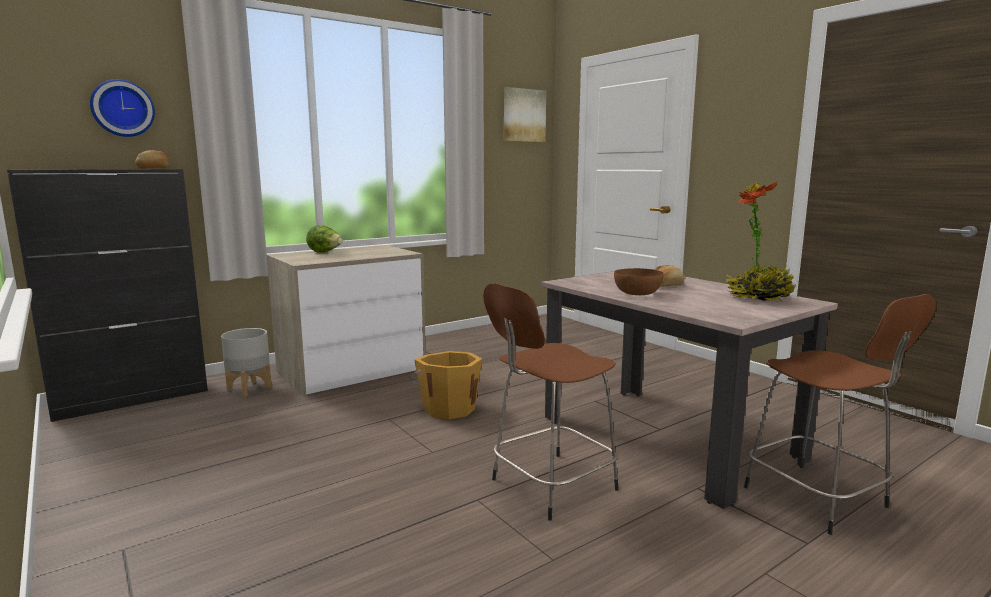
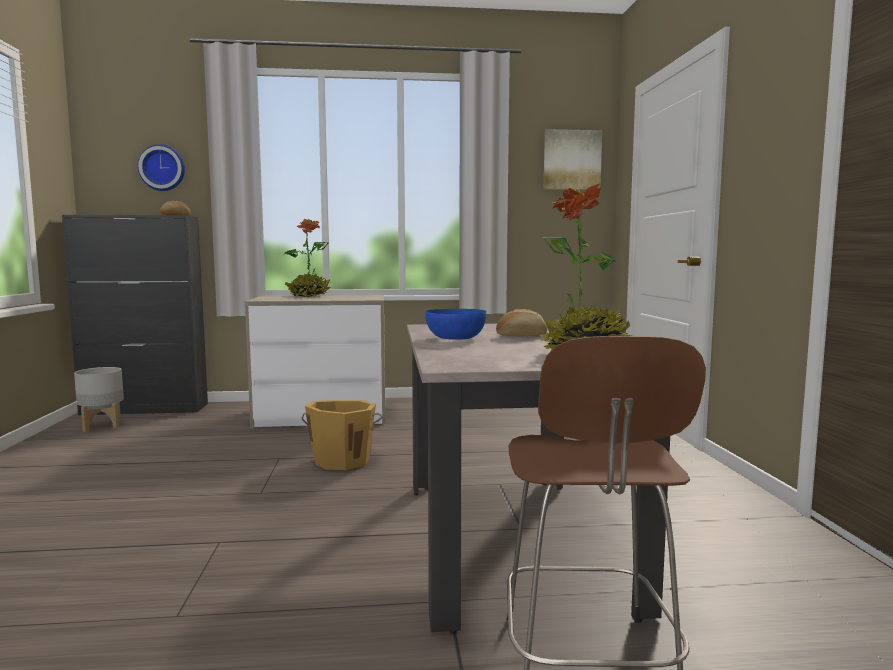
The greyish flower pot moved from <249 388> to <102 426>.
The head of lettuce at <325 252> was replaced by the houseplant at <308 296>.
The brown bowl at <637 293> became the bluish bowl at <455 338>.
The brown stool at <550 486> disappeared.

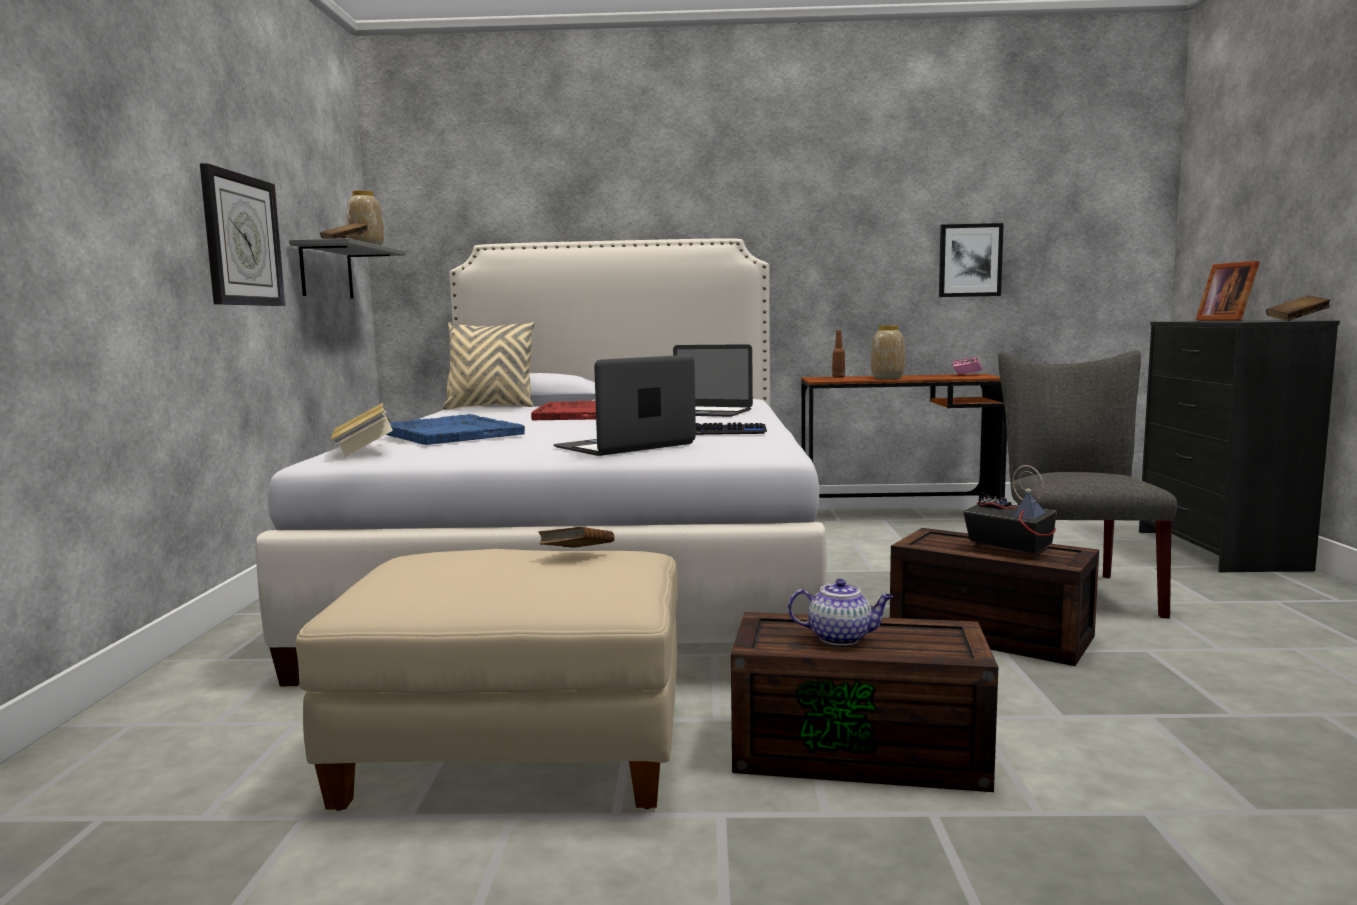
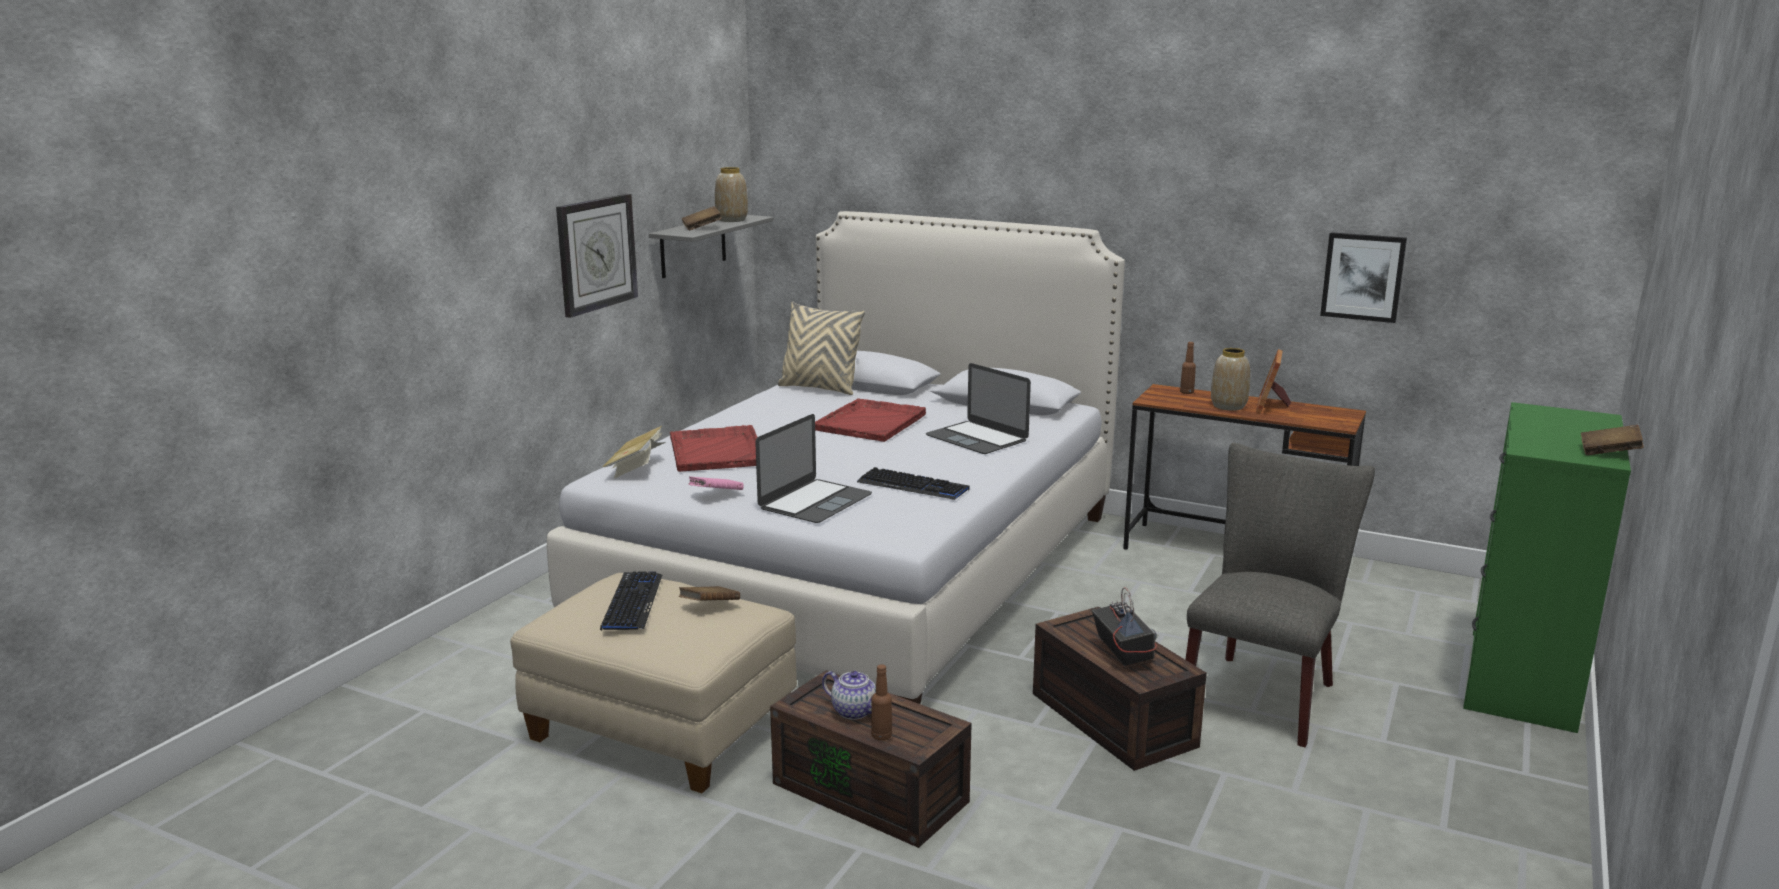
The keyboard at <632 602> appeared.
The bluish serving tray at <449 433> became the red-coloured serving tray at <717 451>.
The pinkish volume moved from <966 375> to <716 495>.
The notebook computer at <624 446> turned 135 degrees clockwise.
The brown beverage bottle at <881 736> appeared.
The standing frame moved from <1227 320> to <1271 407>.
The blackish dresser at <1217 550> became the green dresser at <1519 679>.

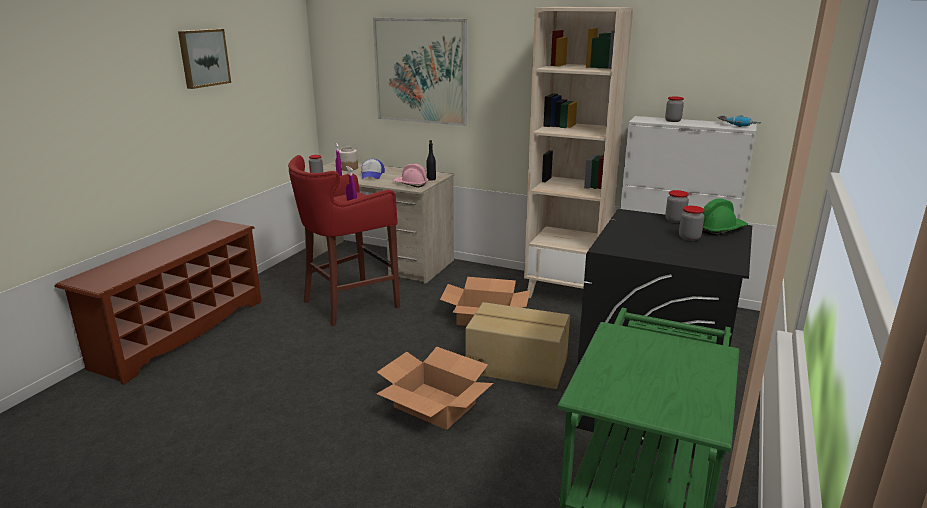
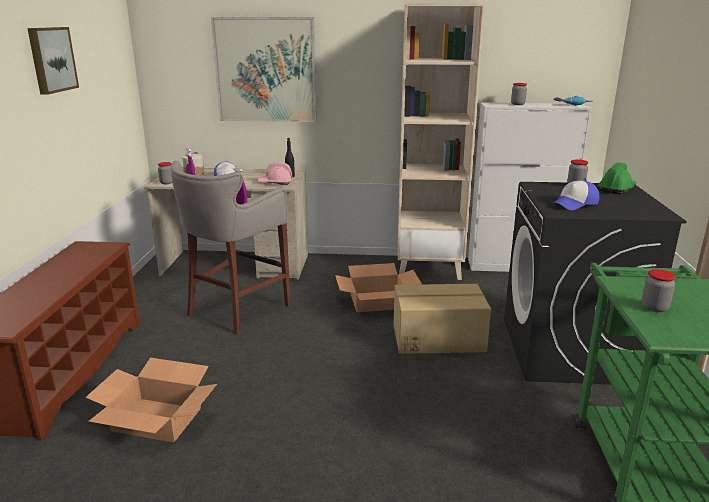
The packing box moved from <434 405> to <157 419>.
The red-coloured stool at <348 304> became the greyish stool at <236 311>.
The cap at <574 204> appeared.
The preserve jar moved from <689 238> to <654 307>.

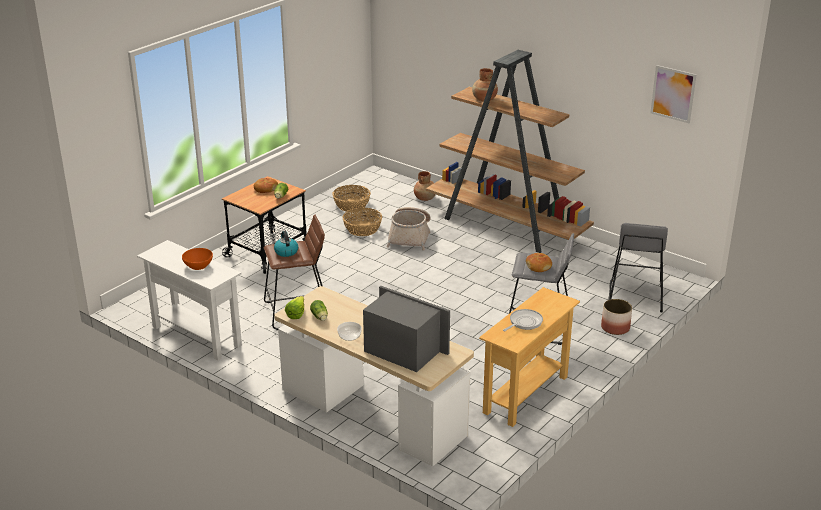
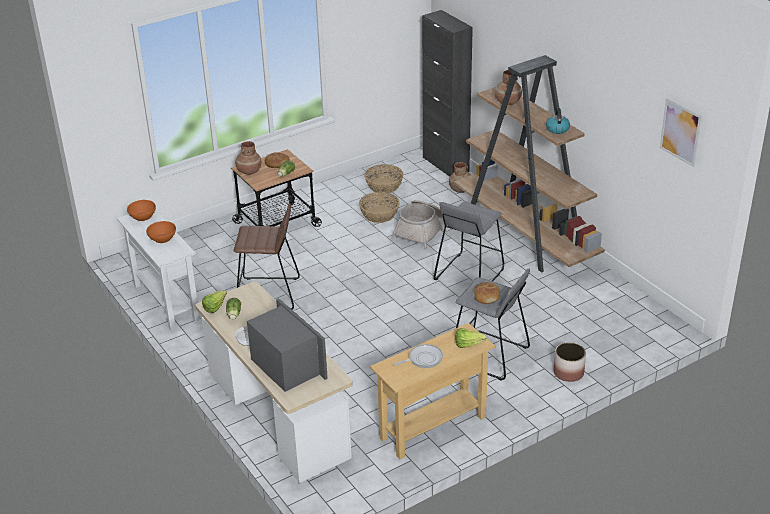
The orangey bowl at <143 216> appeared.
The brown decorative vase at <249 171> appeared.
The blackish cabinet at <445 164> appeared.
The greyish stool moved from <635 296> to <469 274>.
The head of lettuce at <470 345> appeared.
The tea kettle moved from <286 252> to <557 129>.

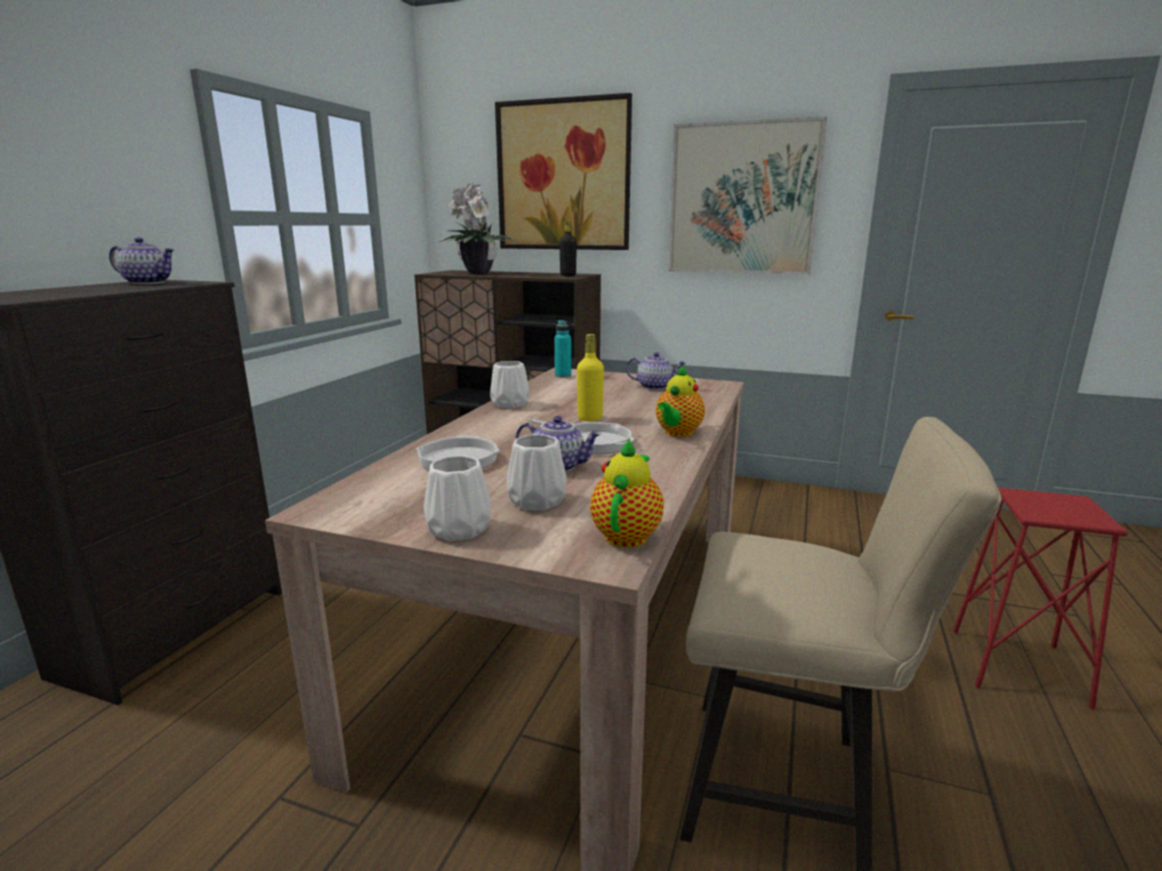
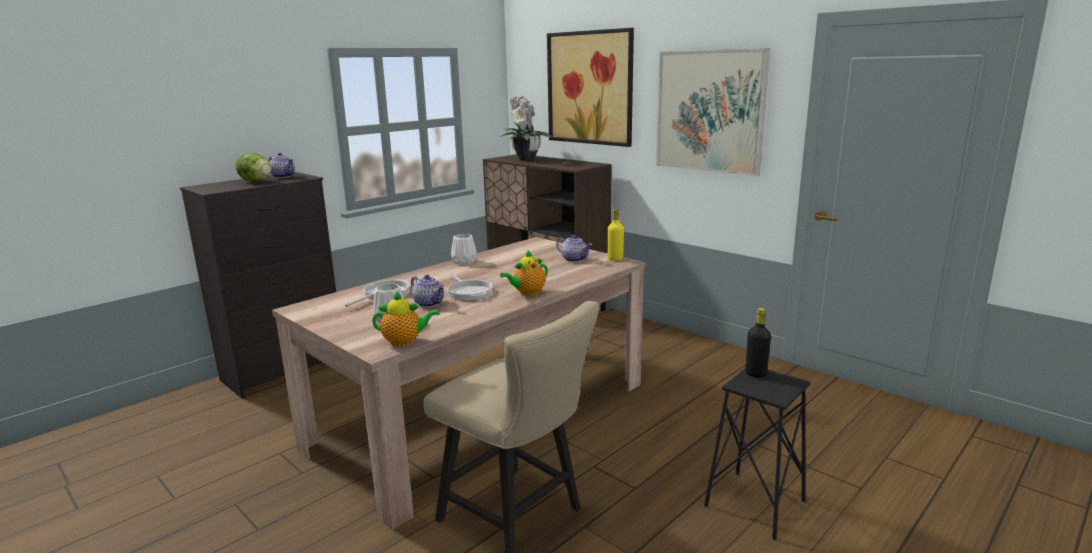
The head of lettuce at <256 181> appeared.
The tea pot at <627 534> turned 45 degrees clockwise.
The yellow-coloured beverage bottle moved from <590 418> to <615 259>.
The red-coloured stool at <1017 667> became the blackish stool at <754 504>.
The blackish beverage bottle moved from <568 275> to <755 373>.
The whitish decorative vase at <457 530> disappeared.
The blue-green beverage bottle at <563 376> disappeared.

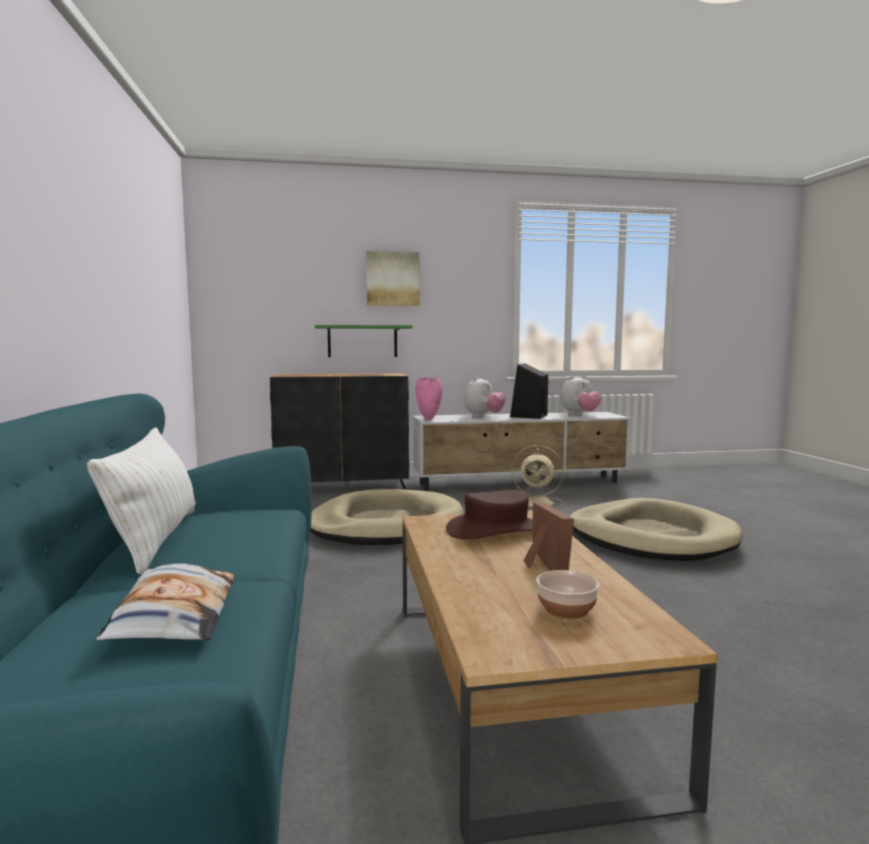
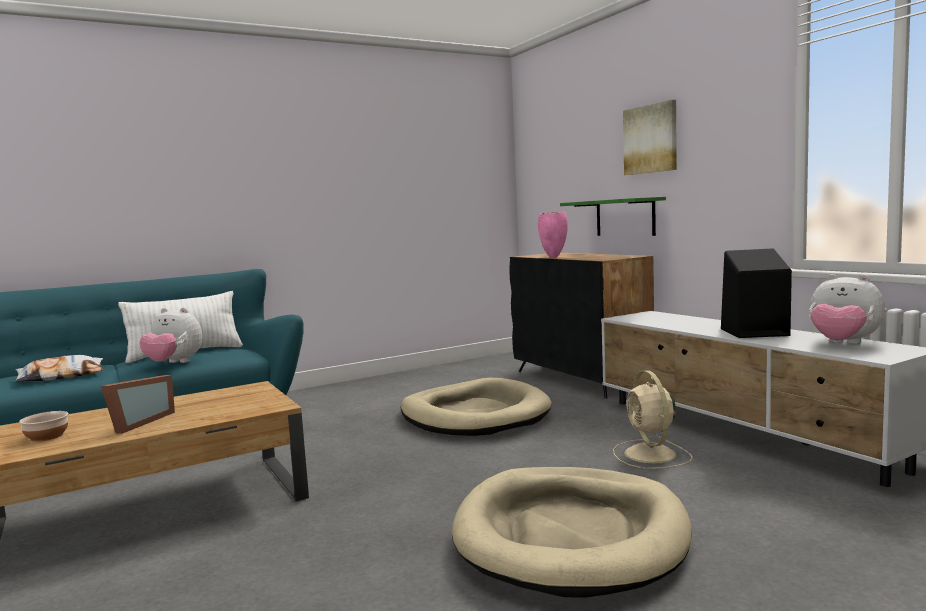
The standing frame at <541 565> turned 45 degrees counterclockwise.
The plush toy moved from <483 416> to <174 363>.
The pinkish decorative vase moved from <429 419> to <553 257>.
The brown wearable hat at <495 529> disappeared.

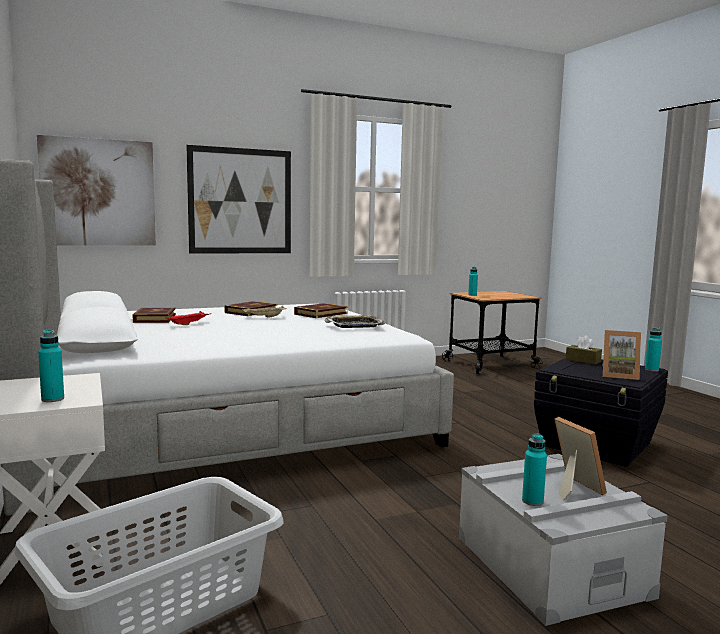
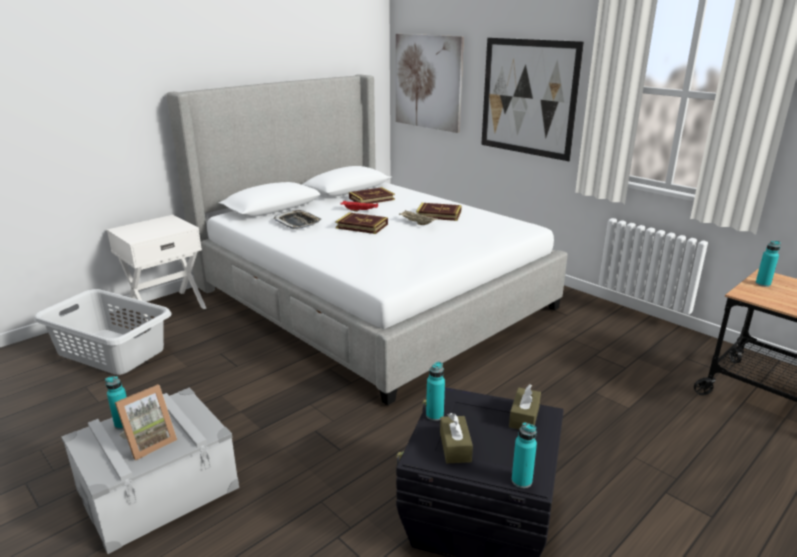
The serving tray moved from <354 326> to <298 223>.
The volume moved from <321 314> to <362 226>.
The blue-green beverage bottle moved from <52 399> to <434 415>.
The standing frame at <619 375> was replaced by the brown tissue holder at <455 447>.

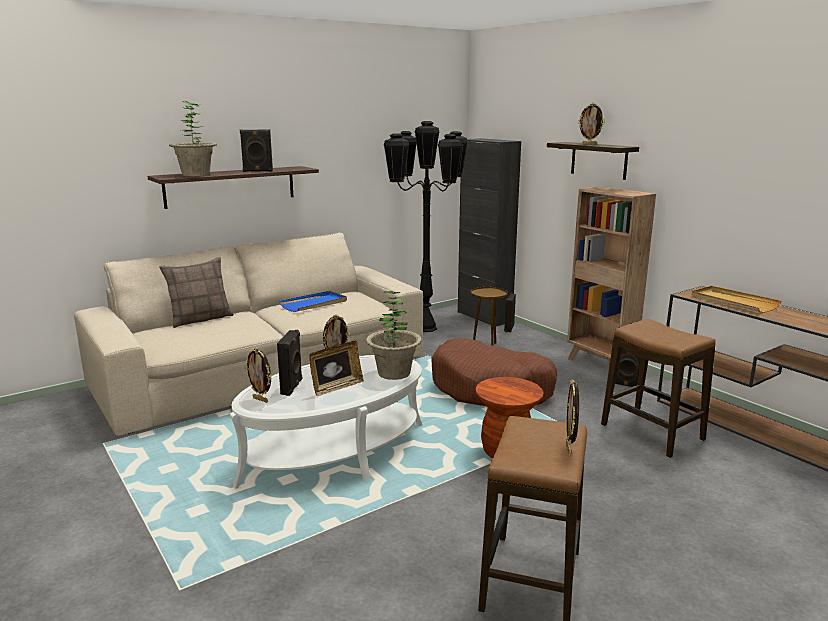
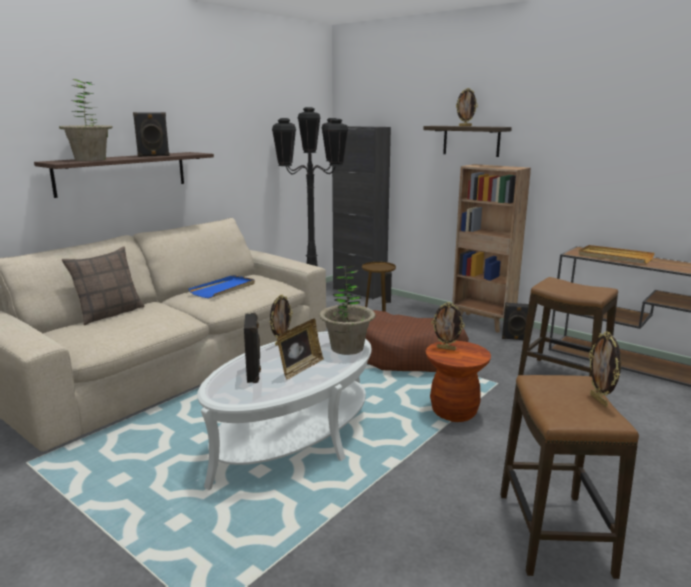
The standing frame moved from <261 399> to <446 348>.

